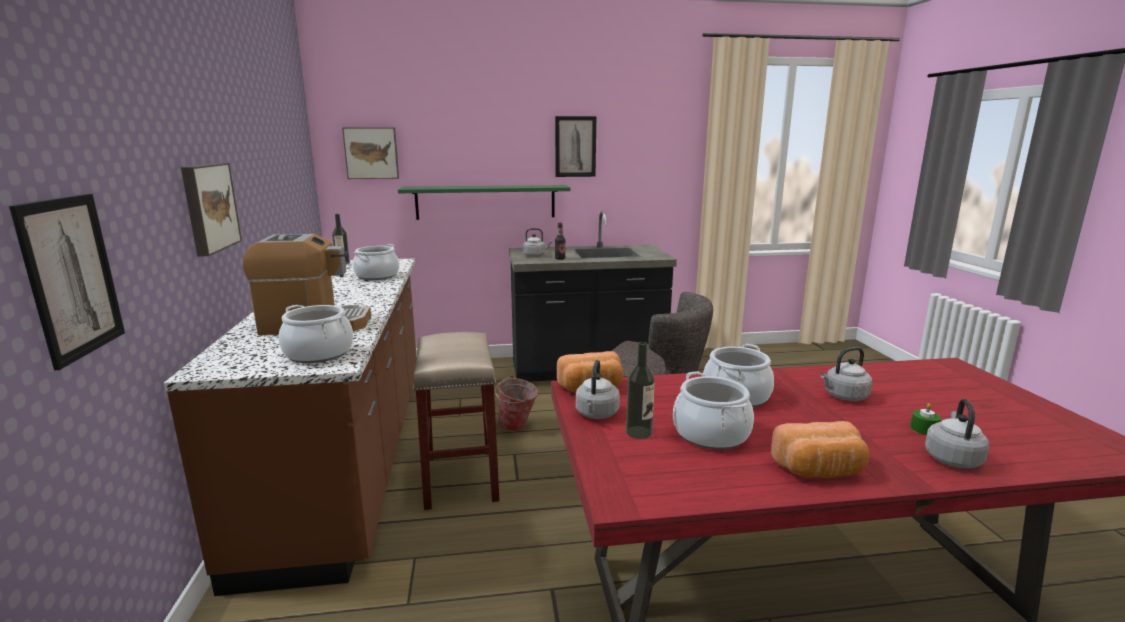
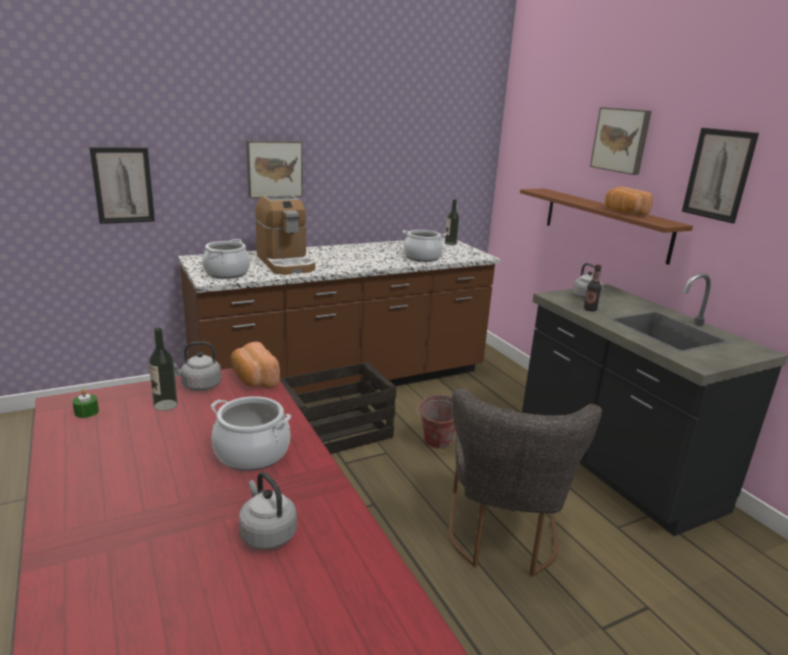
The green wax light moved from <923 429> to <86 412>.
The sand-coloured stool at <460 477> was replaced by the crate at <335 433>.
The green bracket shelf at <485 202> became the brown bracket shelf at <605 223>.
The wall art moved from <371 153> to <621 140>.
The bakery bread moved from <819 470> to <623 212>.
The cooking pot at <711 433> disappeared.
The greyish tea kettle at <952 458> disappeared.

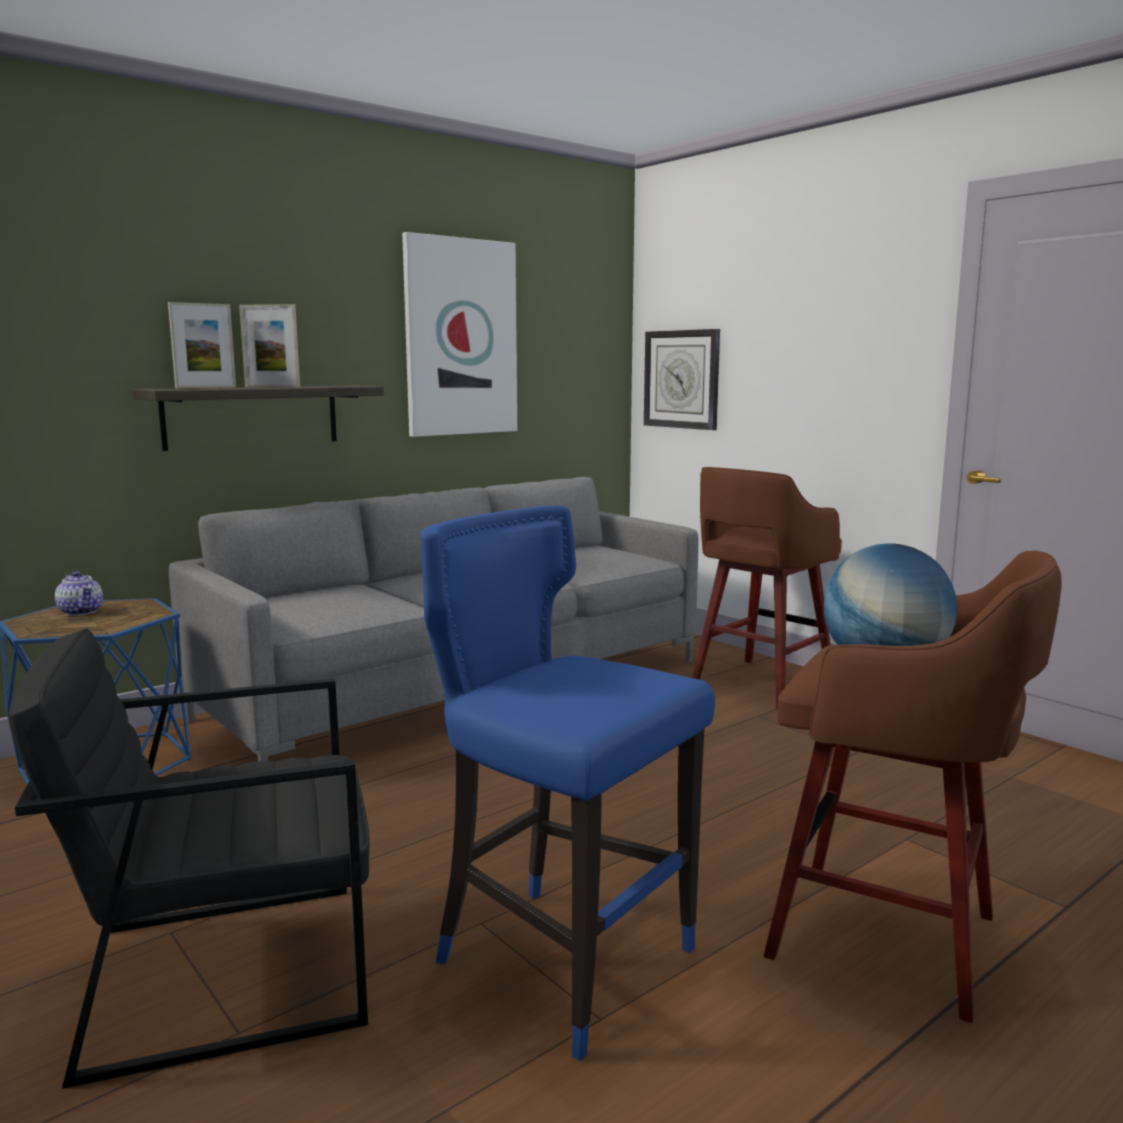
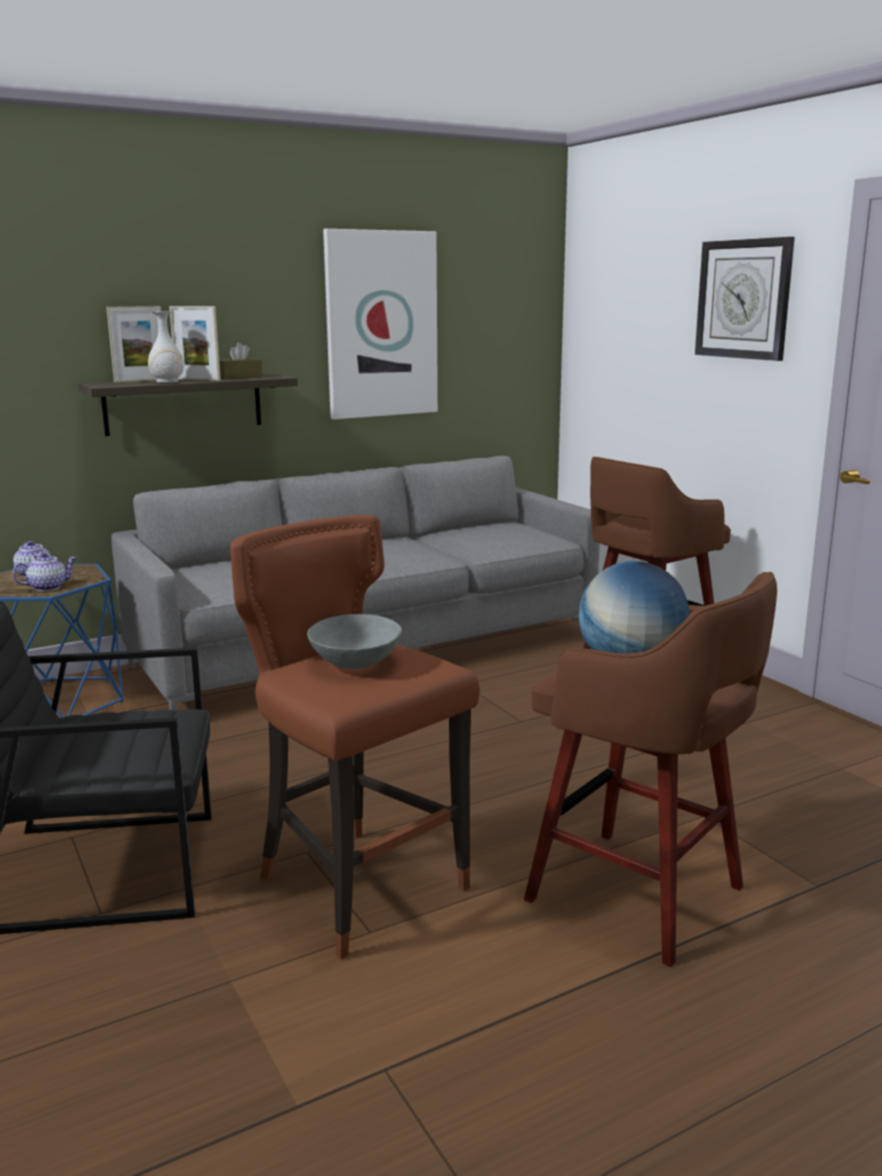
The tea pot at <48 587> appeared.
The whitish decorative vase at <167 381> appeared.
The brown tissue holder at <240 377> appeared.
The bluish stool at <561 960> became the brown stool at <358 886>.
The greyish bowl at <355 662> appeared.
The wall clock moved from <682 379> to <744 299>.

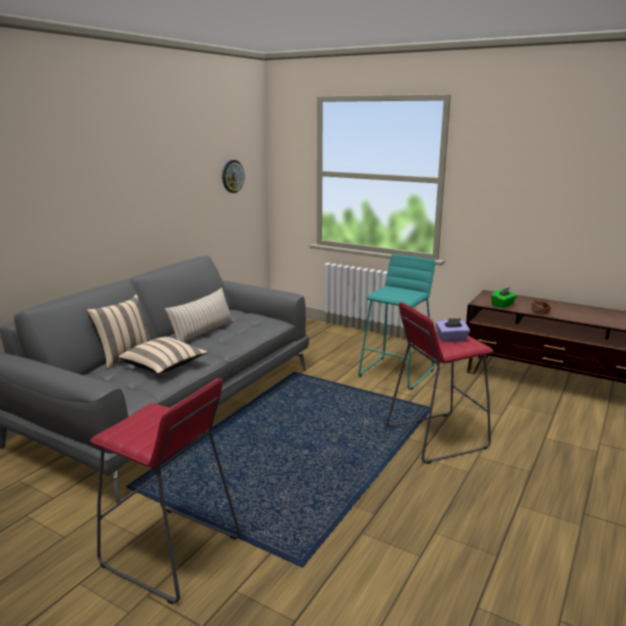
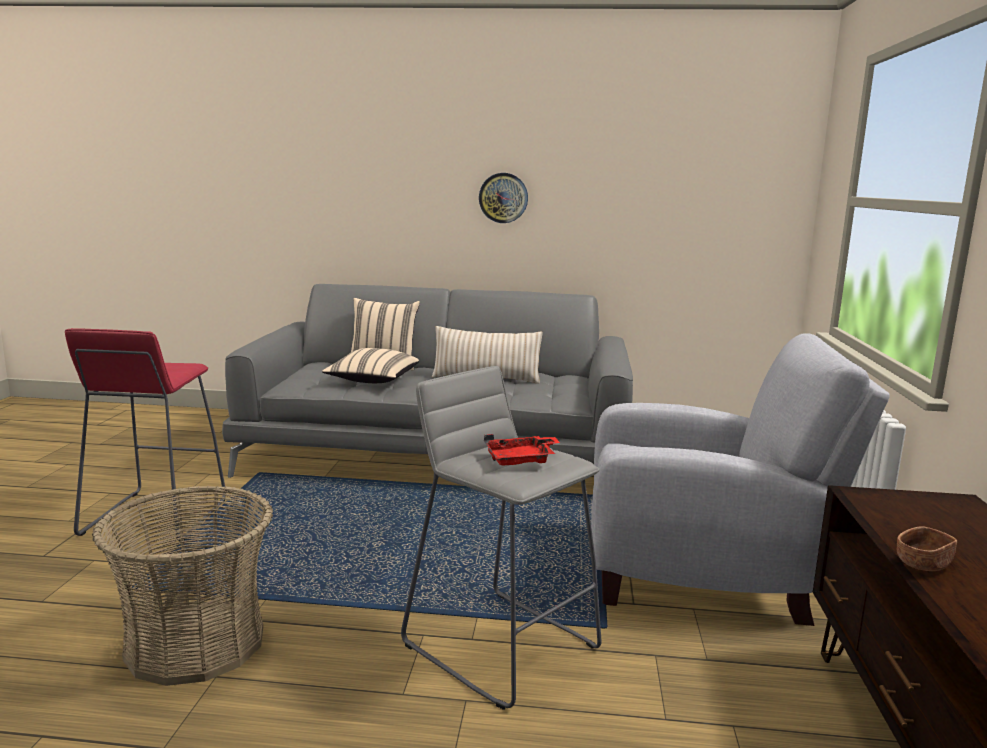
The basket at <195 643> appeared.
The red-coloured stool at <435 437> became the greyish stool at <501 644>.
The wall clock moved from <232 176> to <503 198>.
The purplish tissue holder at <451 339> was replaced by the red-coloured serving tray at <521 460>.
The blue-green stool at <396 373> was replaced by the greyish armchair at <705 574>.
The green tissue holder at <502 305> disappeared.

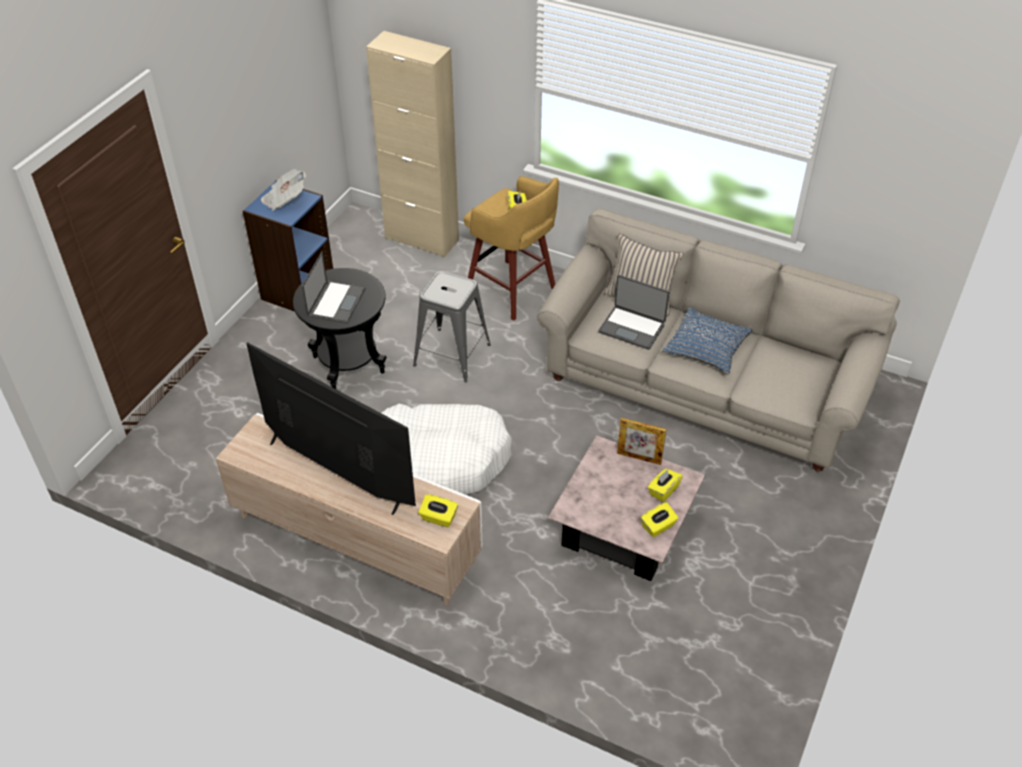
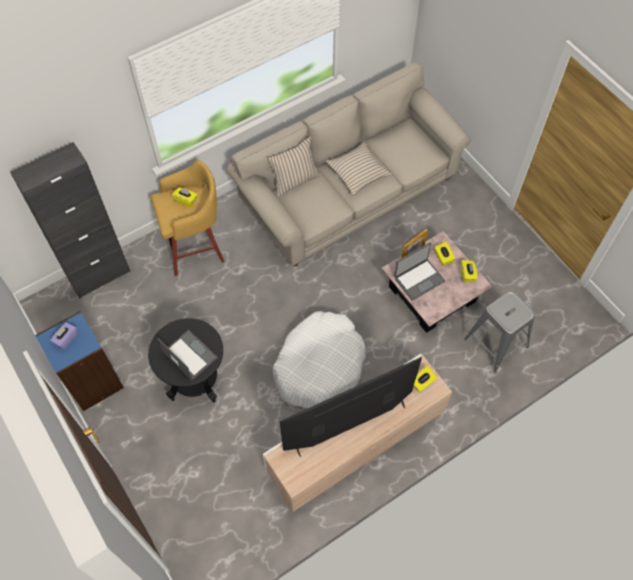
The sand-coloured cabinet at <422 239> became the blackish cabinet at <99 275>.
The daily paper at <284 200> was replaced by the purplish tissue holder at <66 339>.
The bluish cushion at <706 347> became the sand-coloured cushion at <358 172>.
The notebook computer moved from <632 327> to <418 279>.
The greyish stool moved from <452 355> to <496 342>.

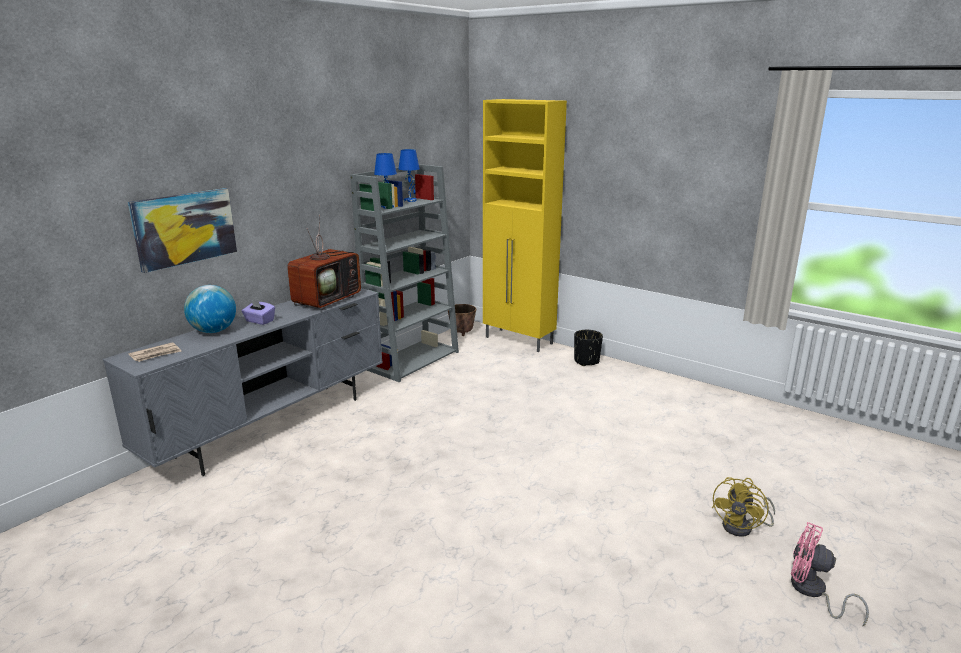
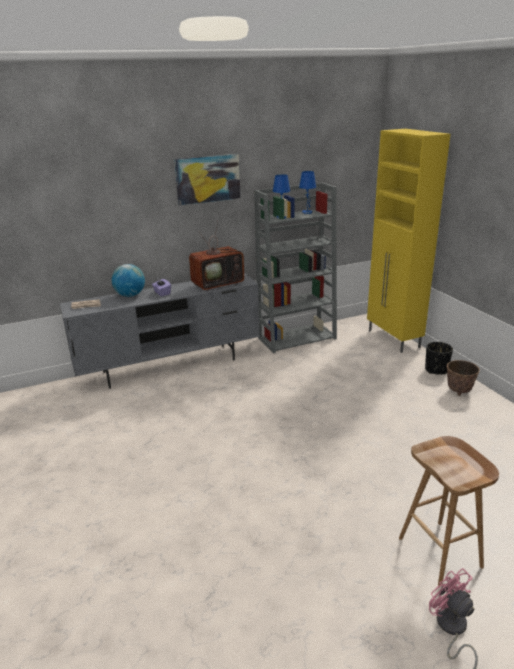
The wall art moved from <185 228> to <208 179>.
The yellow-coloured fan at <743 527> was replaced by the brown stool at <441 552>.
The flower pot moved from <462 333> to <459 391>.

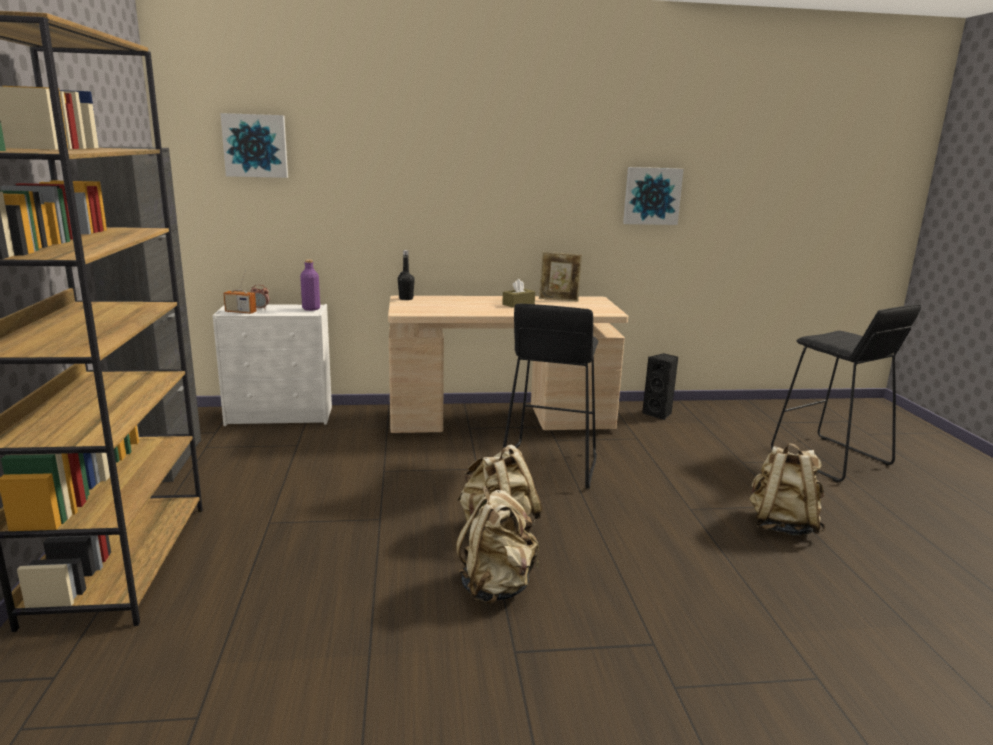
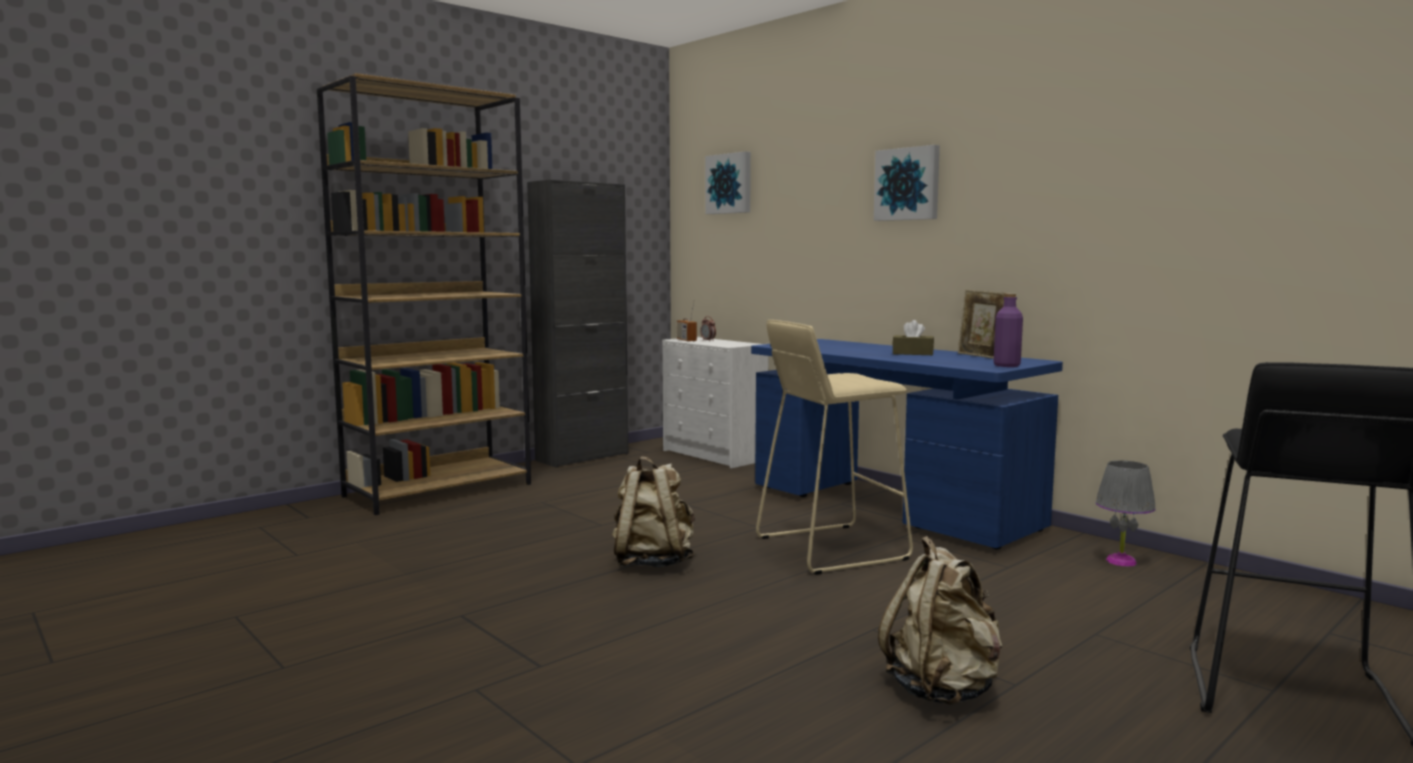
The sand-coloured desk unit at <501 420> became the bluish desk unit at <890 508>.
The blackish stool at <549 465> became the sand-coloured stool at <830 548>.
The wall art moved from <651 196> to <908 184>.
The purplish beverage bottle moved from <311 309> to <1006 365>.
The blackish speaker at <658 414> was replaced by the greyish lamp for a table at <1121 561>.
The blackish beverage bottle at <406 299> disappeared.
The sand-coloured backpack at <497 587> disappeared.

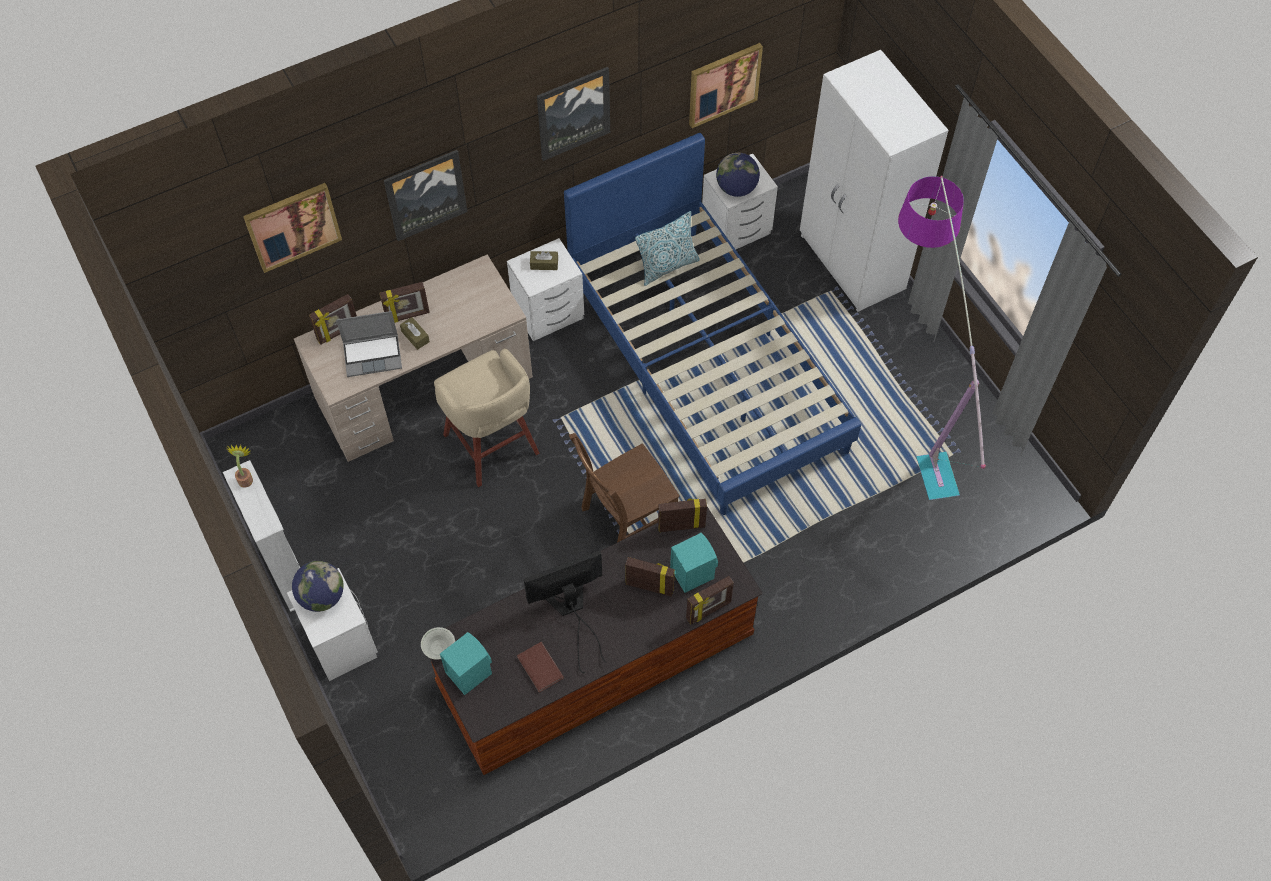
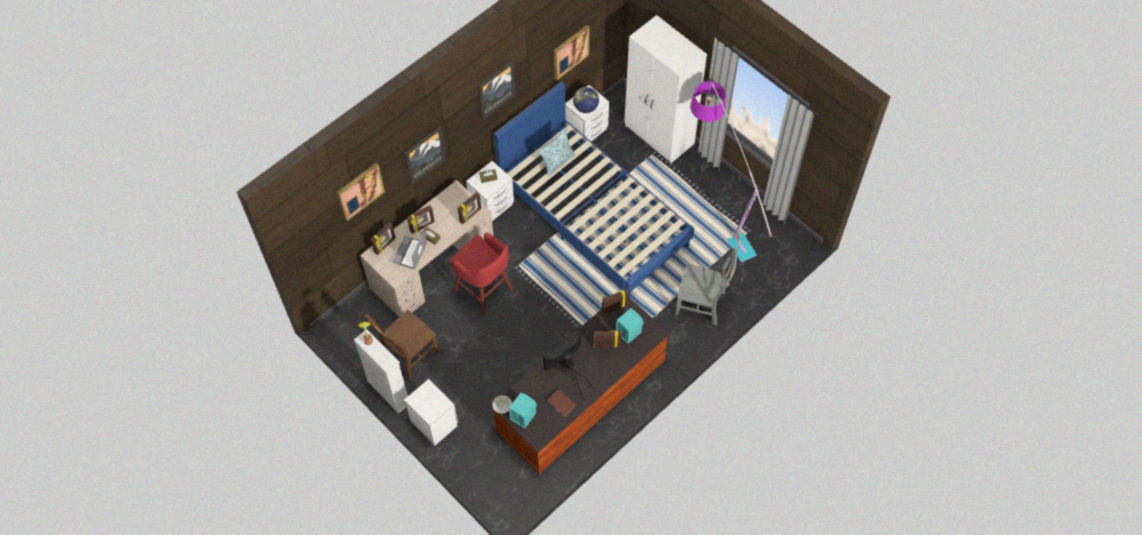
The brown upright chair moved from <625 518> to <408 355>.
The notebook computer at <373 355> turned 135 degrees clockwise.
The sand-coloured stool at <492 447> became the red-coloured stool at <484 291>.
The standing frame moved from <709 611> to <470 215>.
The greyish upright chair at <702 304> appeared.
The world globe at <322 596> disappeared.

